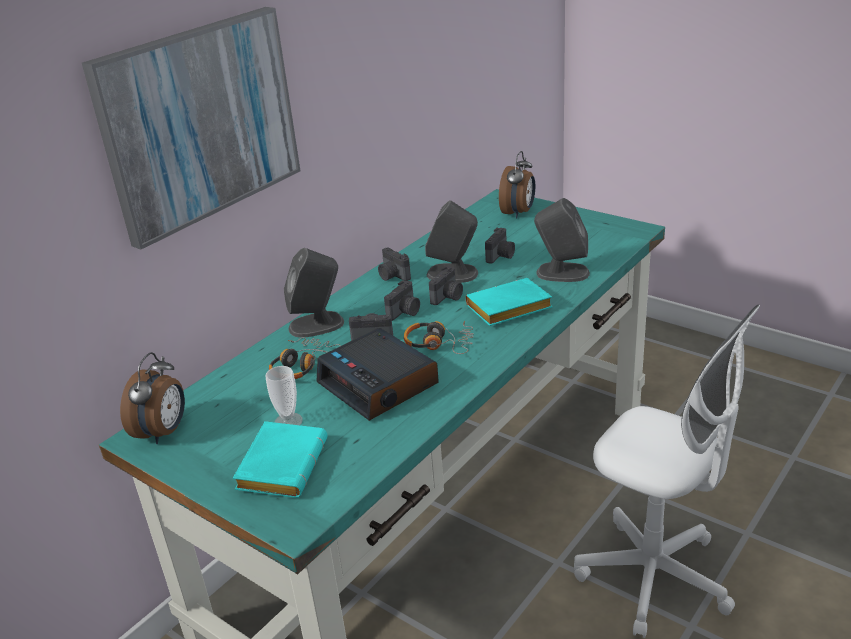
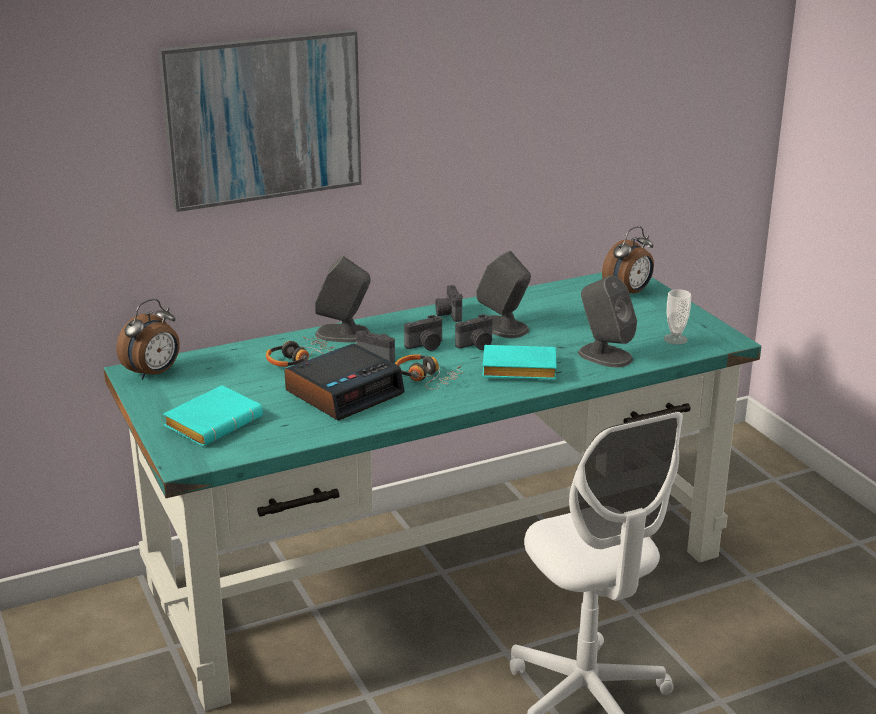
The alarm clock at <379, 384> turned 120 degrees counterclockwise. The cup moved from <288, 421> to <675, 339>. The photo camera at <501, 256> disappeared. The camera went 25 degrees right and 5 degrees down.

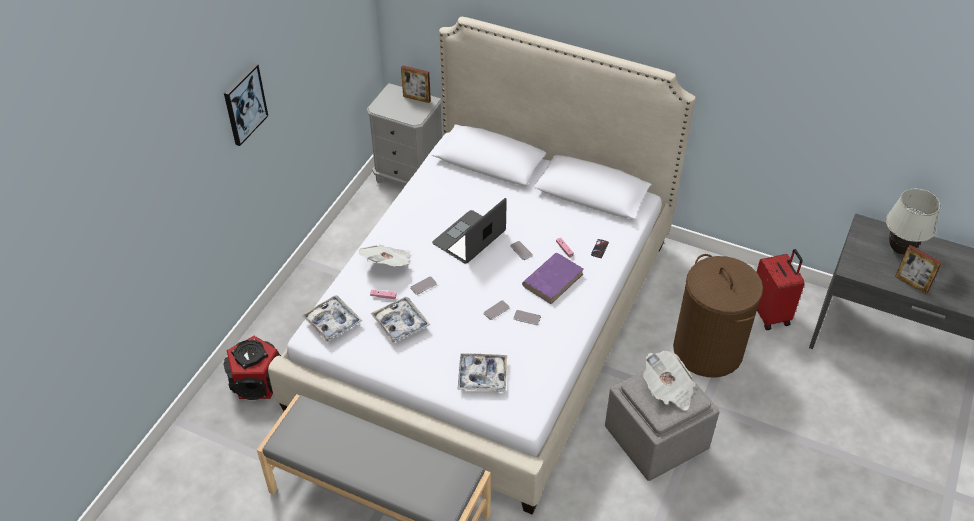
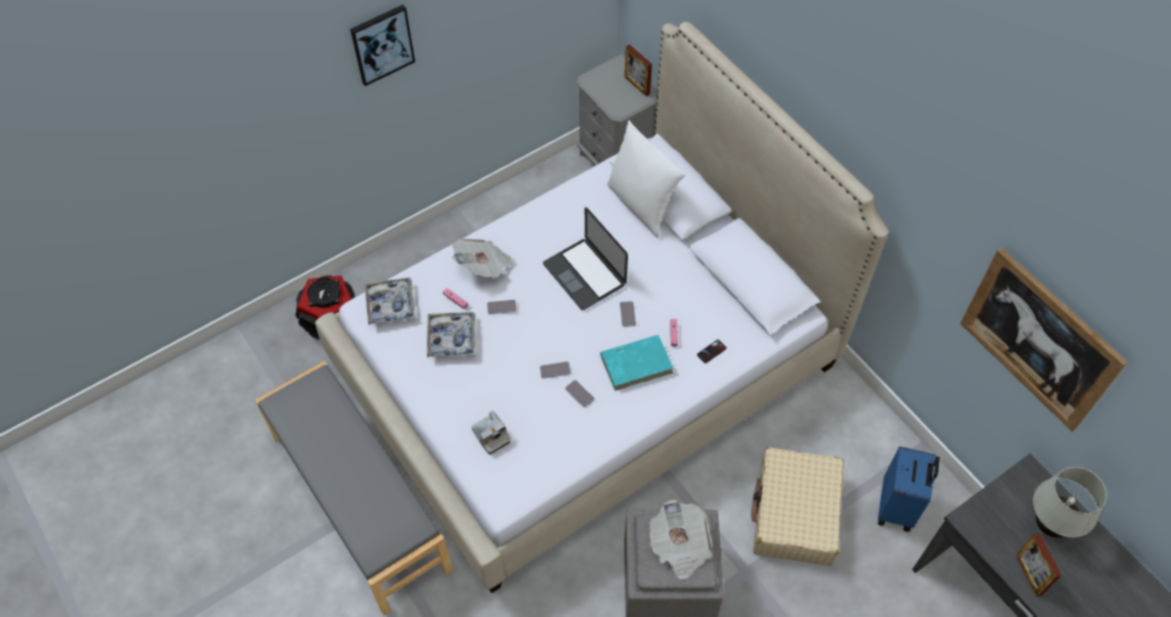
The tray at <482, 376> was replaced by the photo camera at <491, 436>. The laptop at <469, 237> turned 105 degrees counterclockwise. The book/purple at <553, 279> became the book/turquoise at <637, 364>. The pillow/white at <641, 205> appeared. The laundry basket/brown at <708, 350> was replaced by the suitcase/beige at <795, 514>. The suitcase/red at <770, 314> became the suitcase/blue at <897, 507>. The picture at <1039, 340> appeared. The camera went 30 degrees right and 10 degrees up.

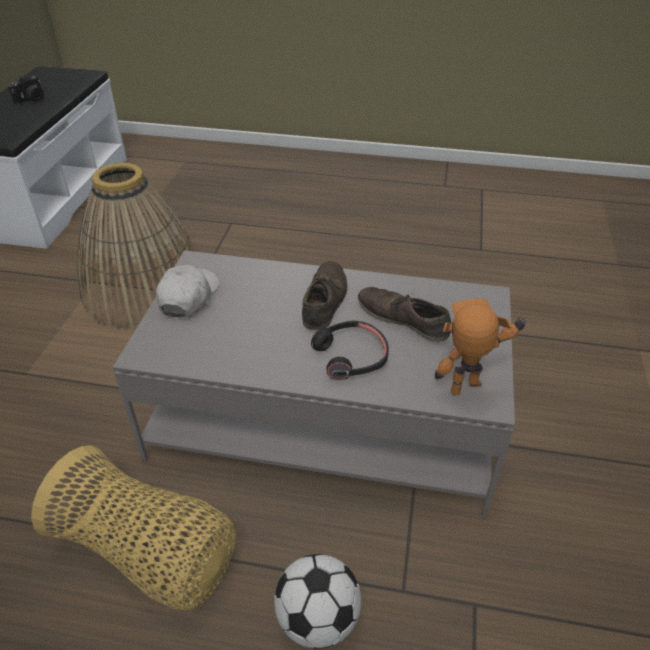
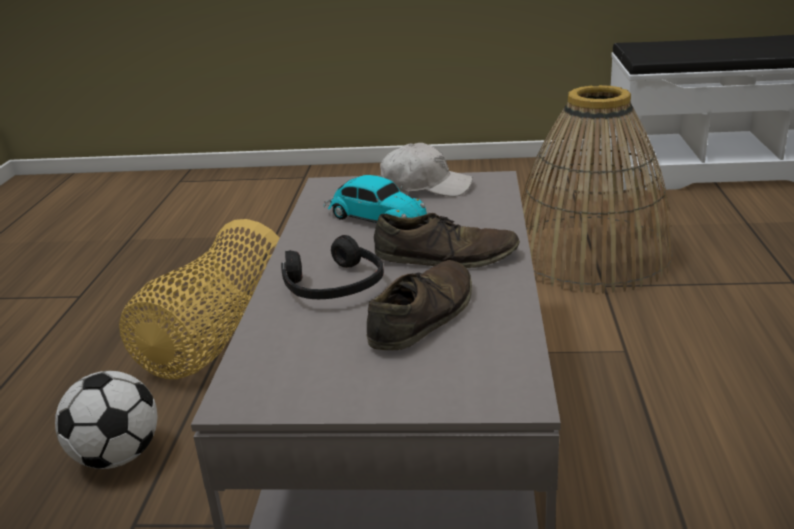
The toy car at <374, 218> appeared. The photo camera at <32, 100> disappeared. The toy robot at <469, 392> disappeared. The camera went 85 degrees right and 15 degrees down.

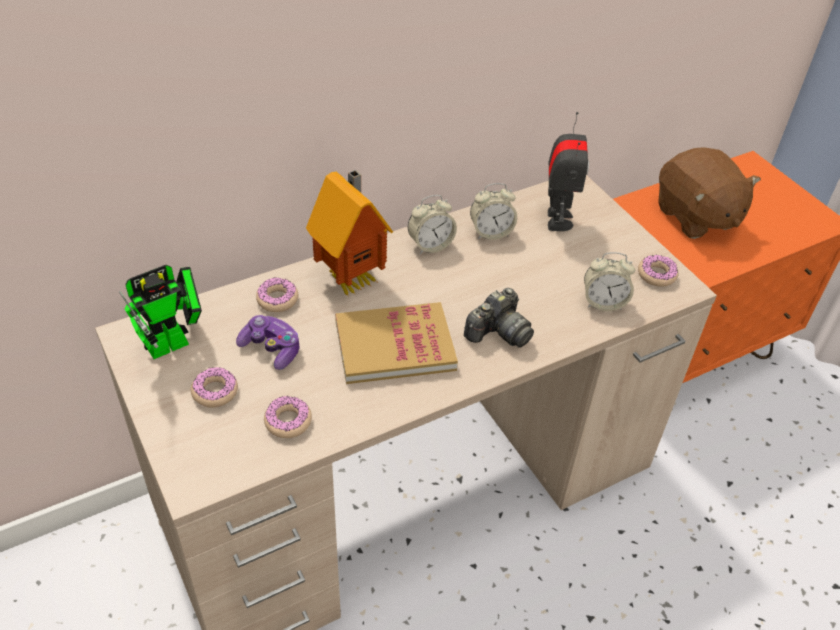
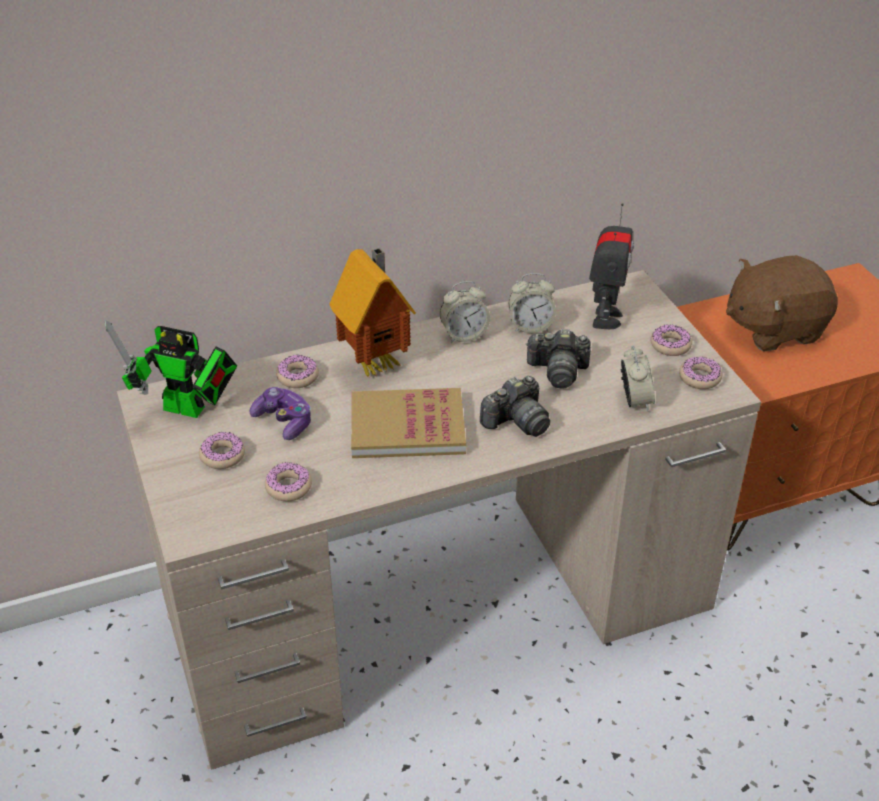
The toy robot at <174, 343> turned 45 degrees clockwise. The photo camera at <558, 371> appeared. The alarm clock at <603, 302> turned 105 degrees counterclockwise. The donut at <670, 345> appeared. The plush toy/brown at <696, 217> turned 90 degrees clockwise. The camera went 10 degrees right and 5 degrees down.

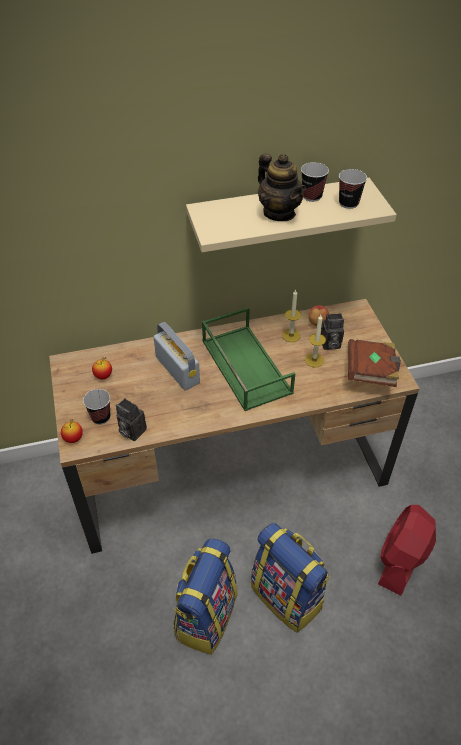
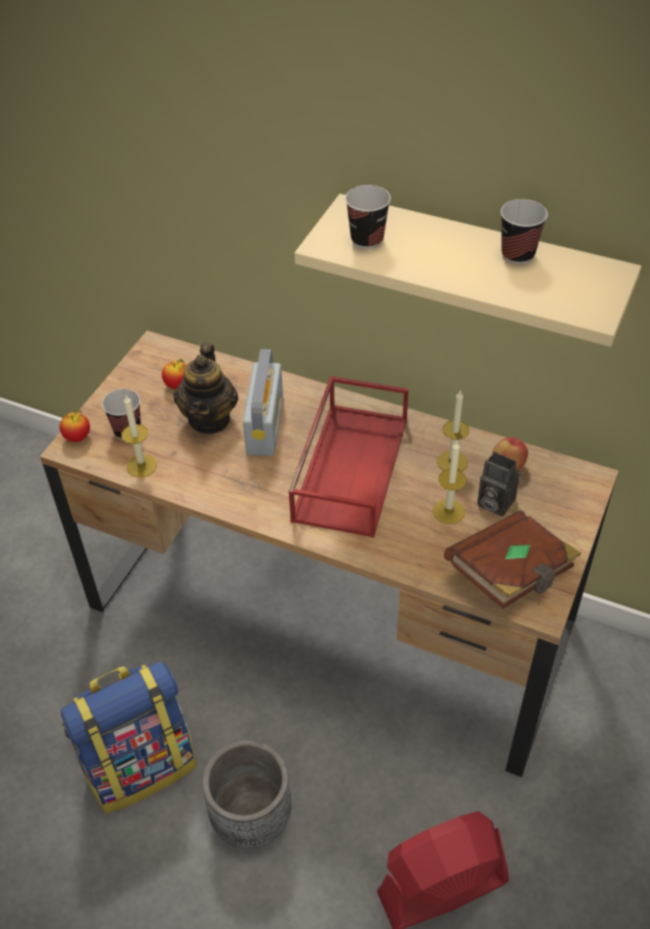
The photo camera at <131, 431> was replaced by the candle at <141, 466>. The teapot moved from <279, 213> to <210, 419>. The backpack at <287, 596> was replaced by the planter/grey at <252, 817>. The tray/green at <244, 366> became the tray/red at <349, 467>. The cup moved from <348, 203> to <367, 240>. The camera went 40 degrees right and 0 degrees up.

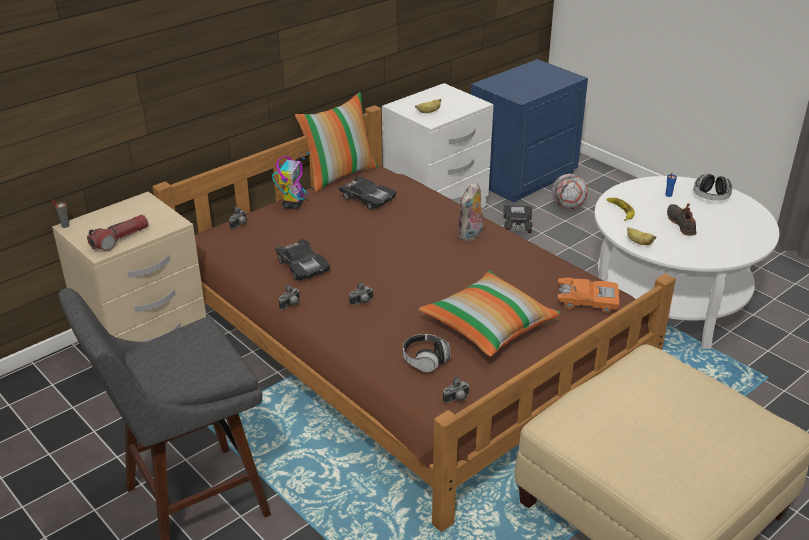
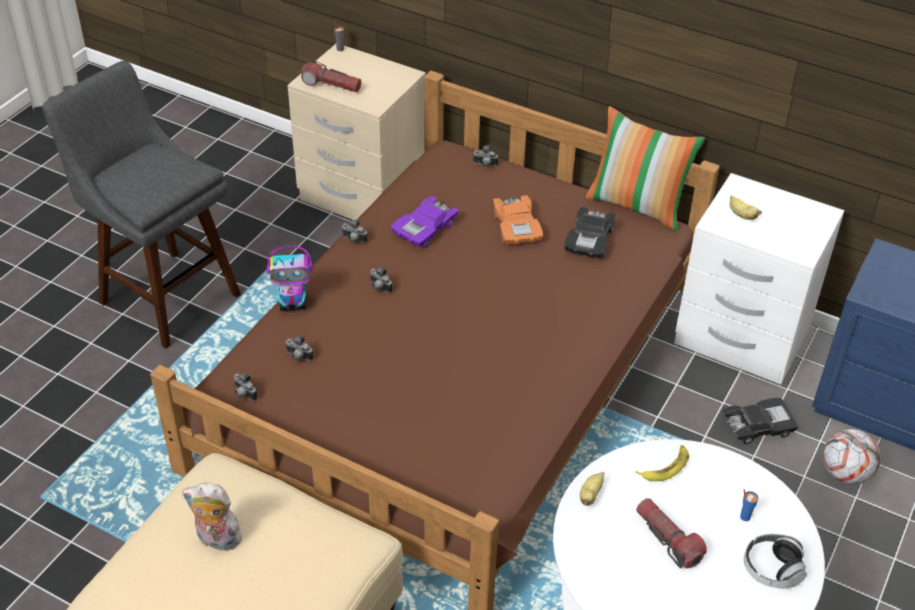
The plush toy moved from <471, 235> to <216, 540>. The toy robot moved from <293, 204> to <293, 304>. The headphones at <425, 360> was replaced by the photo camera at <298, 357>. The toy car/black at <302, 266> became the toy car/purple at <425, 228>. The toy car/orange moved from <587, 300> to <516, 227>. The shoe/black at <682, 224> was replaced by the flashlight at <668, 539>. The pillow at <488, 326> disappeared. The camera went 70 degrees right and 10 degrees up.

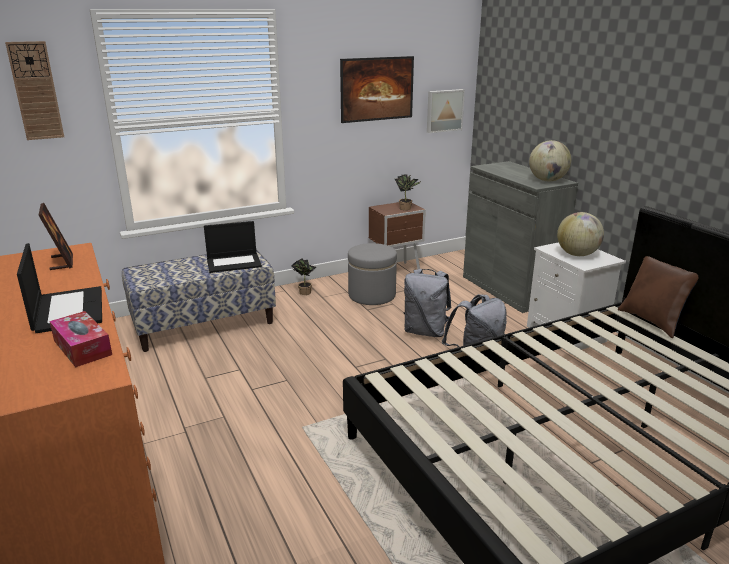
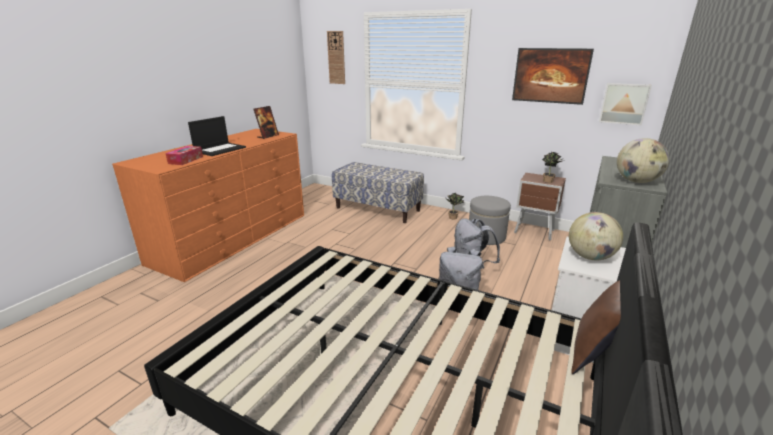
The laptop at <234, 263> disappeared. The camera went 55 degrees right and 0 degrees up.

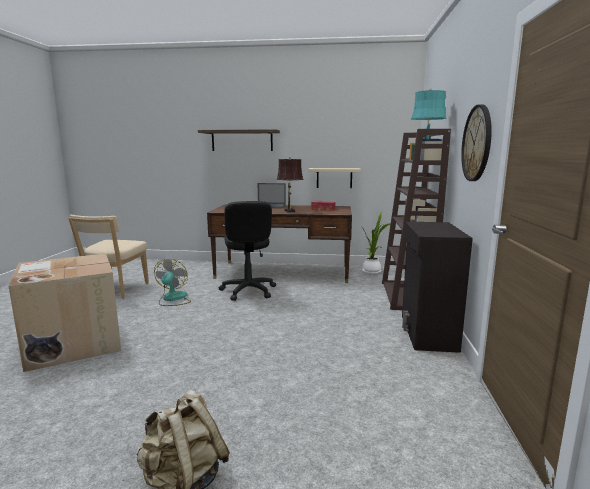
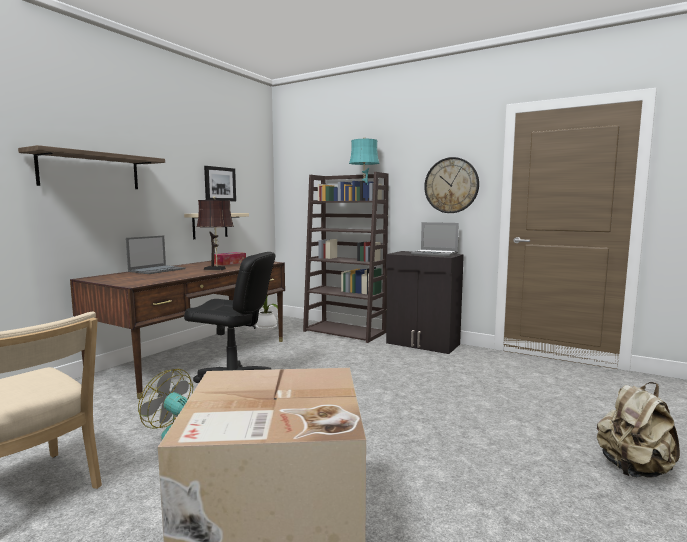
The picture at <219, 184> appeared. The laptop at <435, 254> appeared. The camera went 65 degrees left and 5 degrees down.

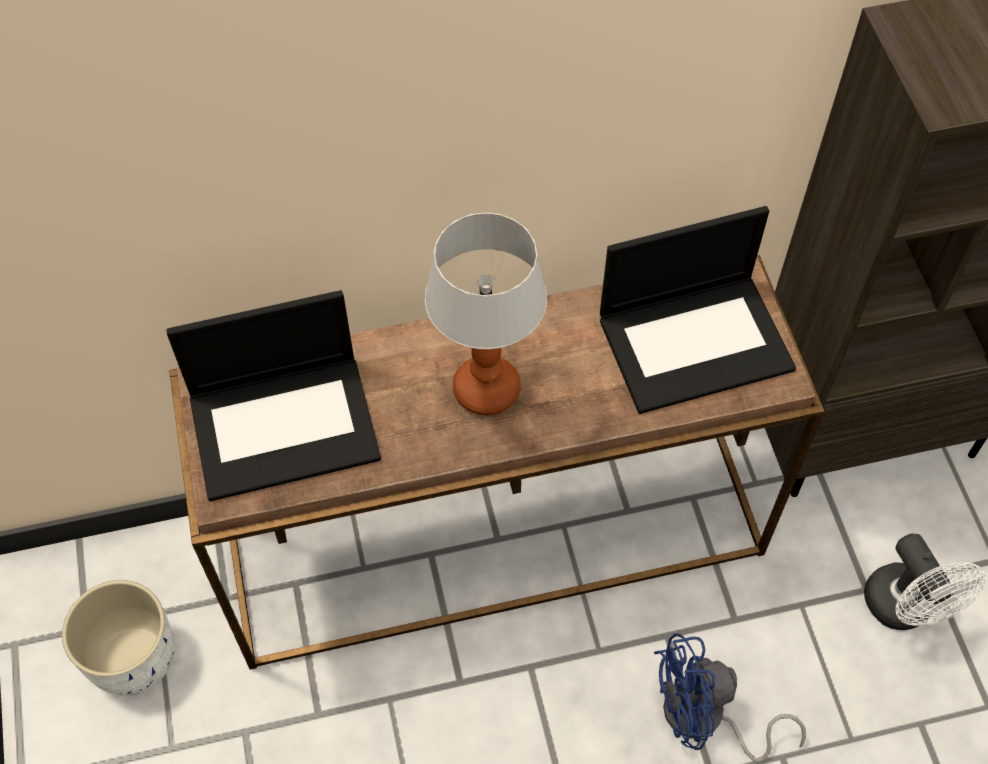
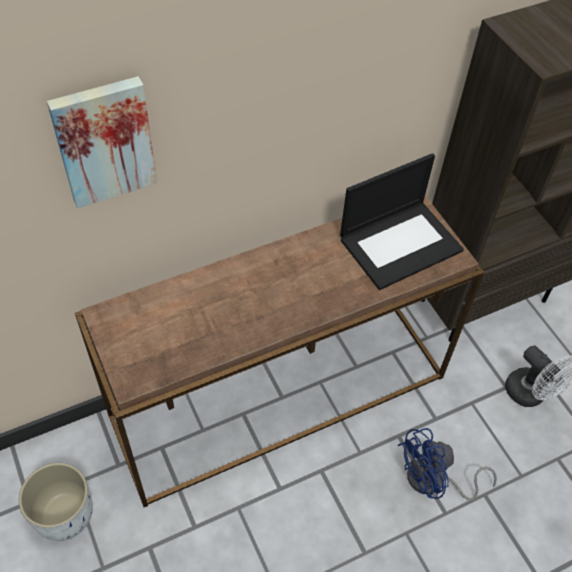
The picture at <104, 141> appeared. The laptop at <286, 425> disappeared. The table lamp at <485, 390> disappeared. The camera went 15 degrees left and 5 degrees down.

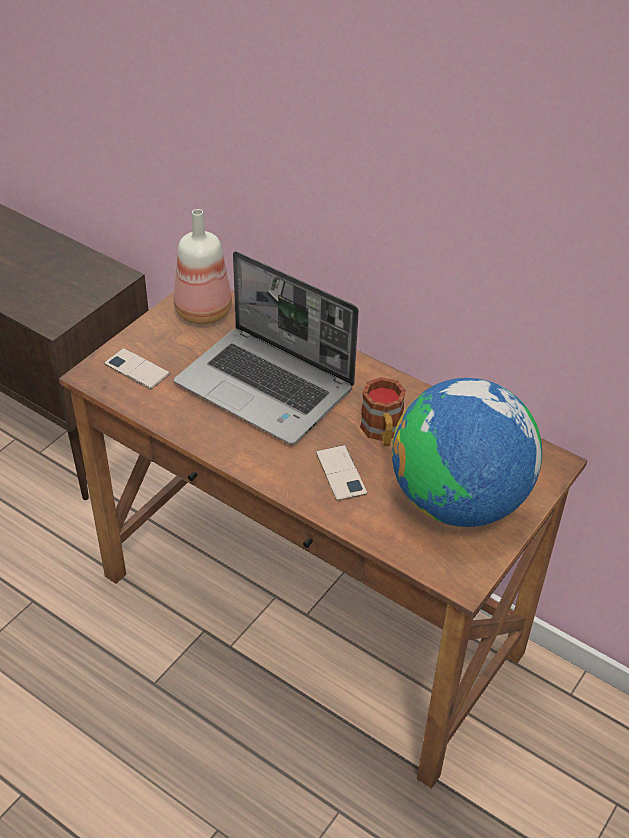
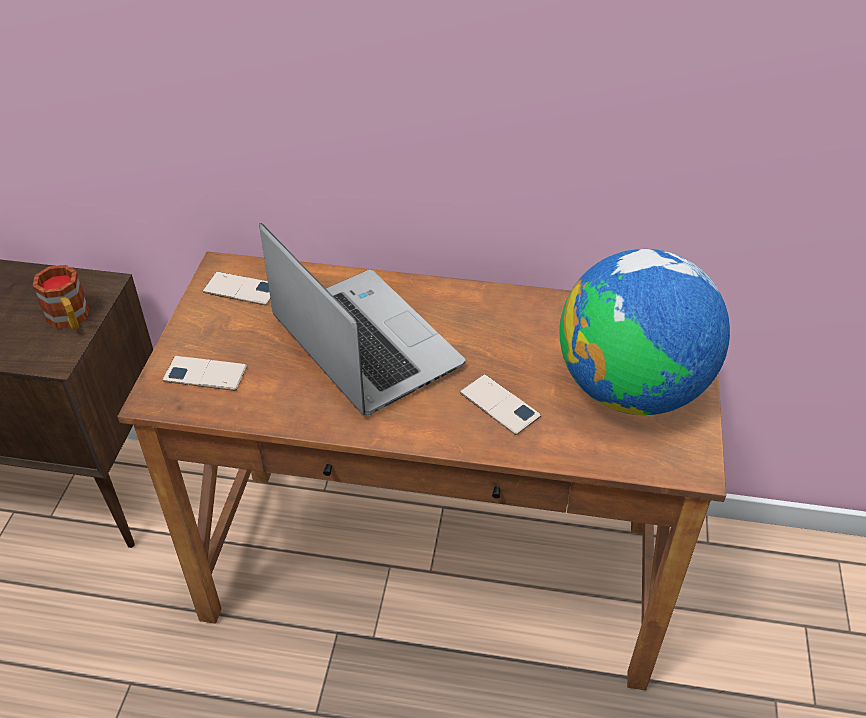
The mug moved from <382, 433> to <70, 320>. The bottle at <203, 313> was replaced by the phone at <241, 289>. The laptop at <267, 387> turned 135 degrees counterclockwise. The camera went 25 degrees left and 0 degrees up.

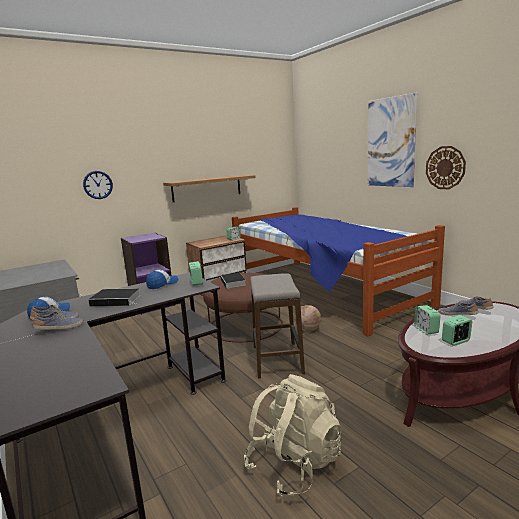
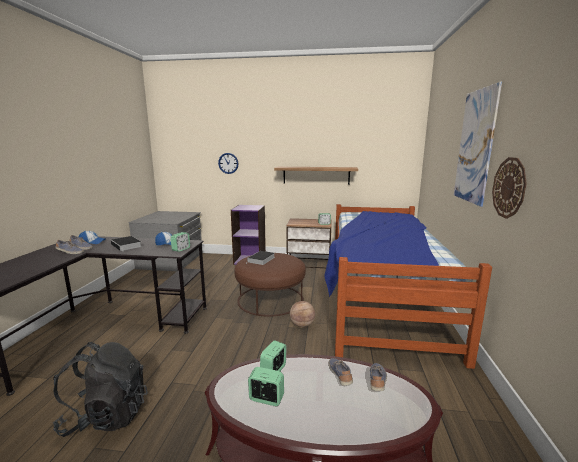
The backpack/beige at <294, 464> became the backpack/black at <106, 415>. The stool at <277, 360> disappeared. The camera went 40 degrees right and 0 degrees up.

